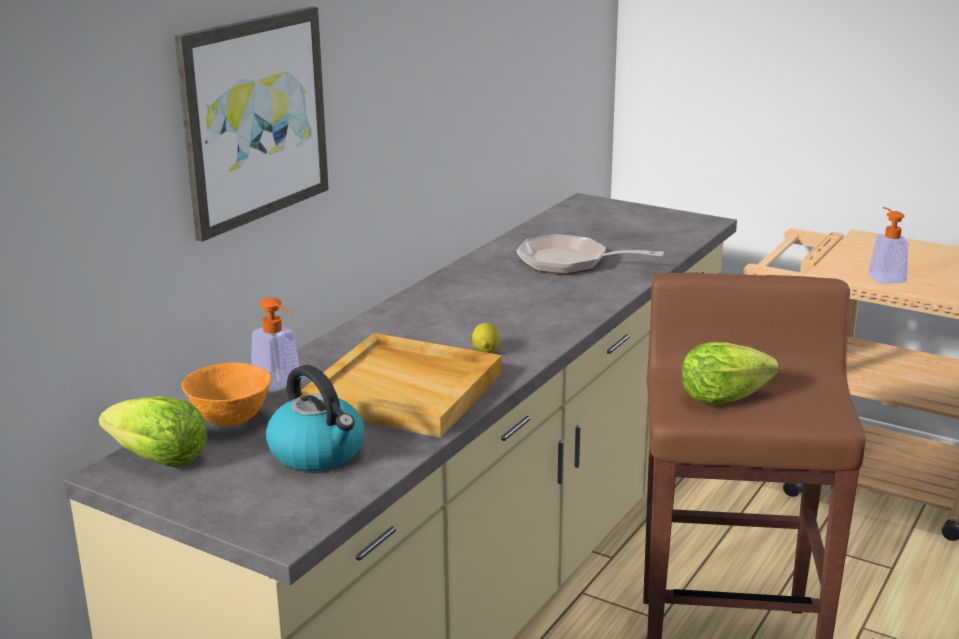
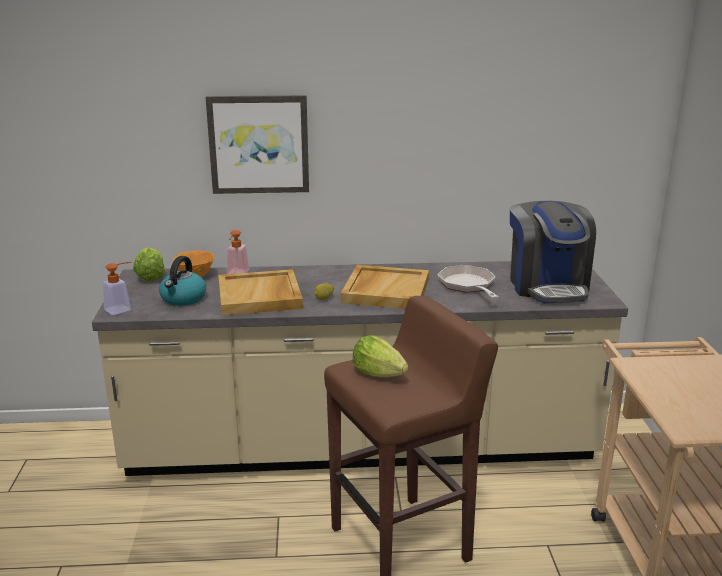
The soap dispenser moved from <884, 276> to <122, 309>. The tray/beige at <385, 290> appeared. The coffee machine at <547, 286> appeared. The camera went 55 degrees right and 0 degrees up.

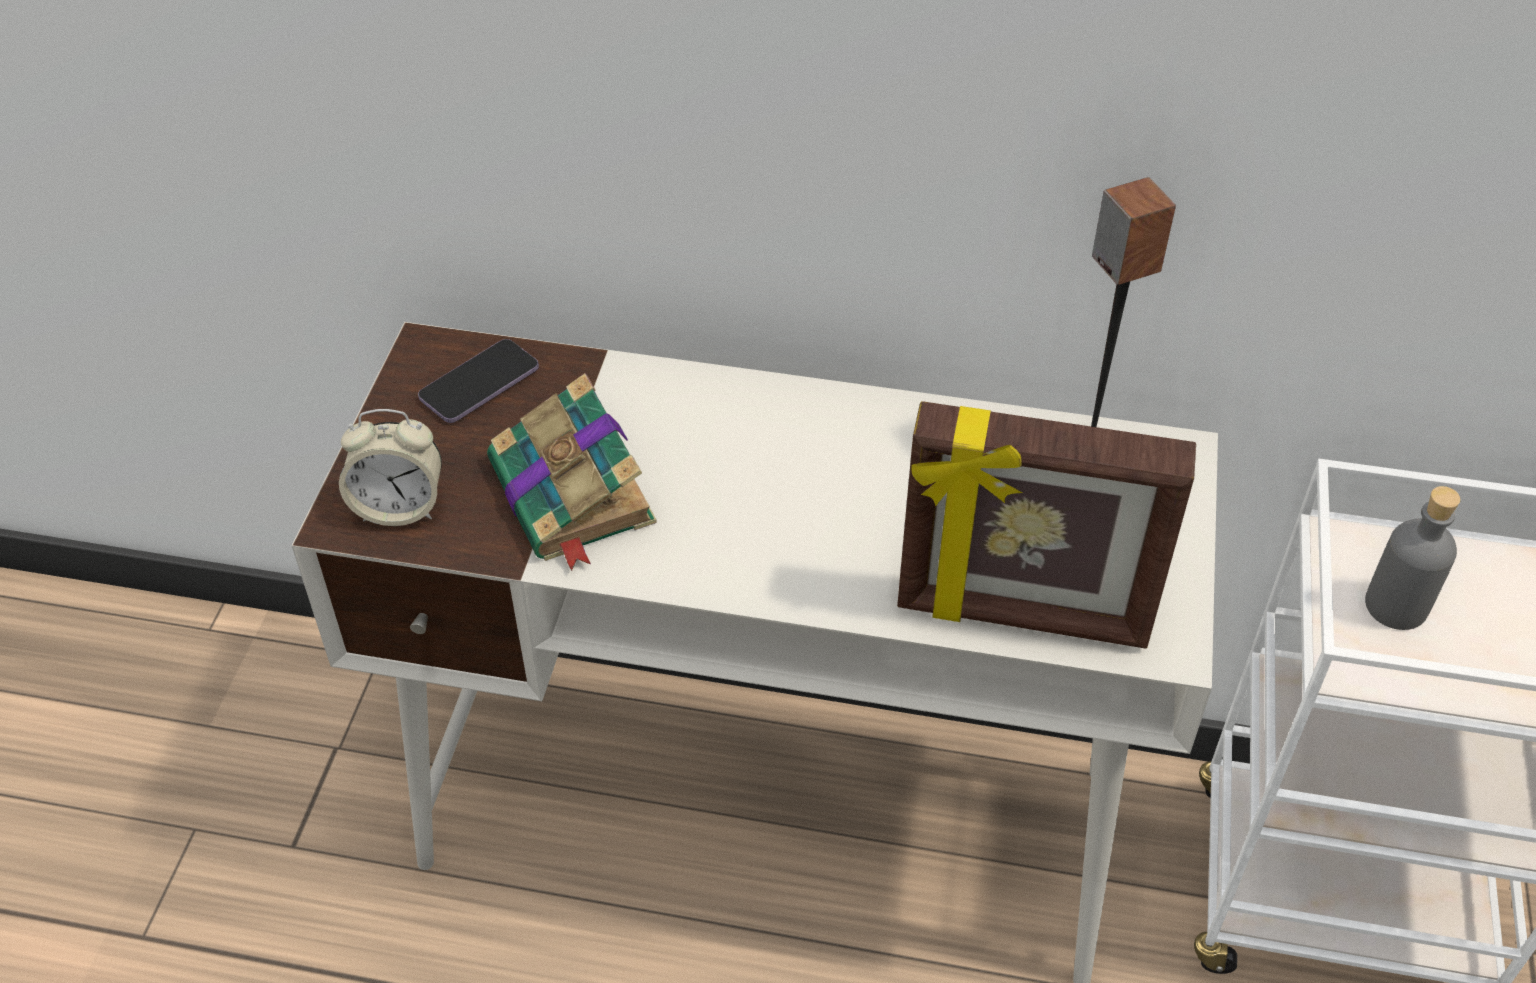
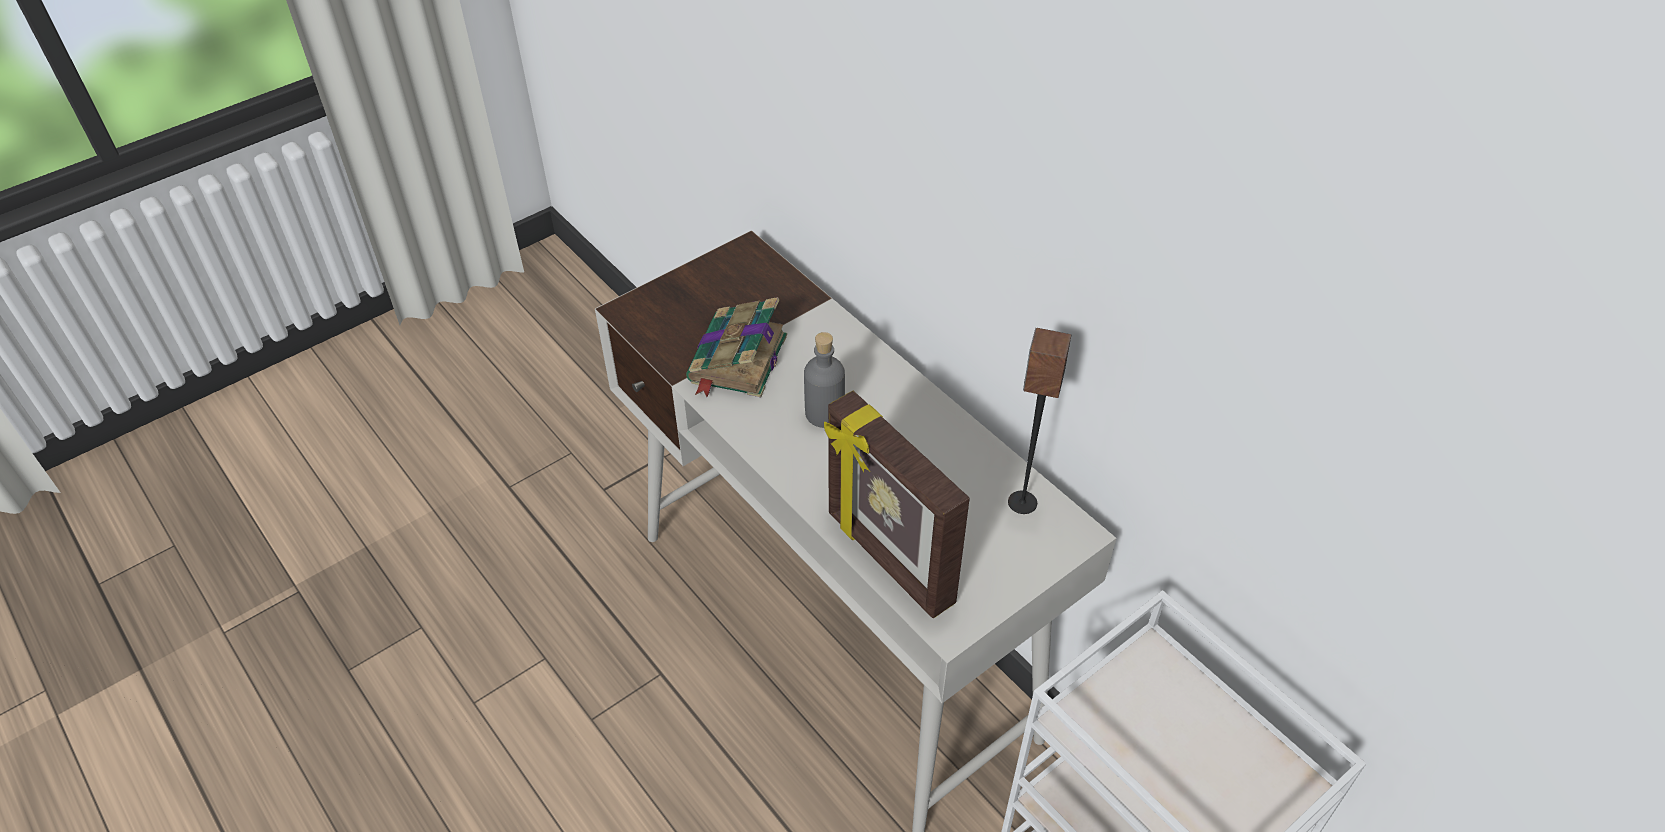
The bottle/grey moved from <1396, 606> to <824, 413>. The alarm clock at <399, 507> disappeared. The phone at <479, 384> disappeared. The camera went 40 degrees right and 0 degrees up.

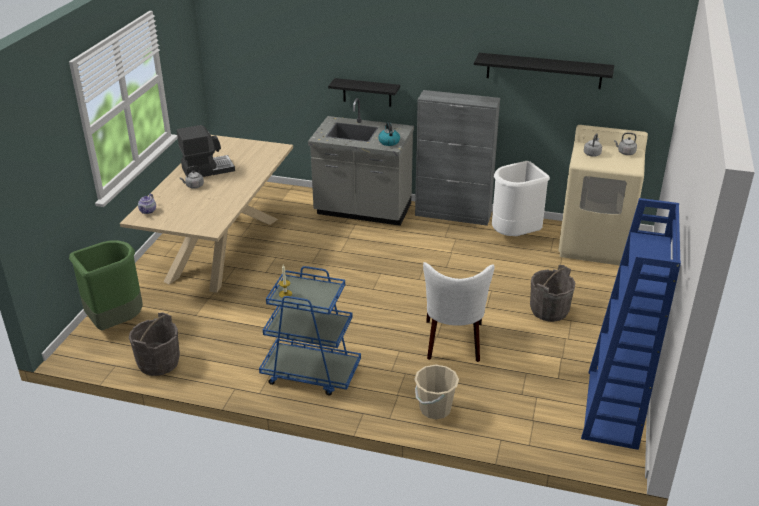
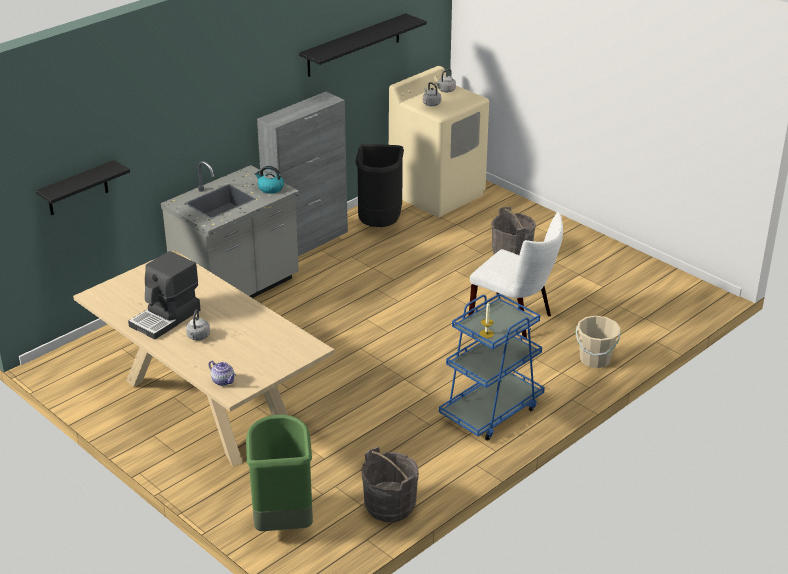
The shelf/black moved from <367, 92> to <77, 189>. The coffee machine at <207, 169> turned 150 degrees counterclockwise. The trash can/white at <515, 235> became the trash can/black at <380, 224>. The bookcase/blue at <613, 409> disappeared. The camera went 60 degrees left and 0 degrees up.

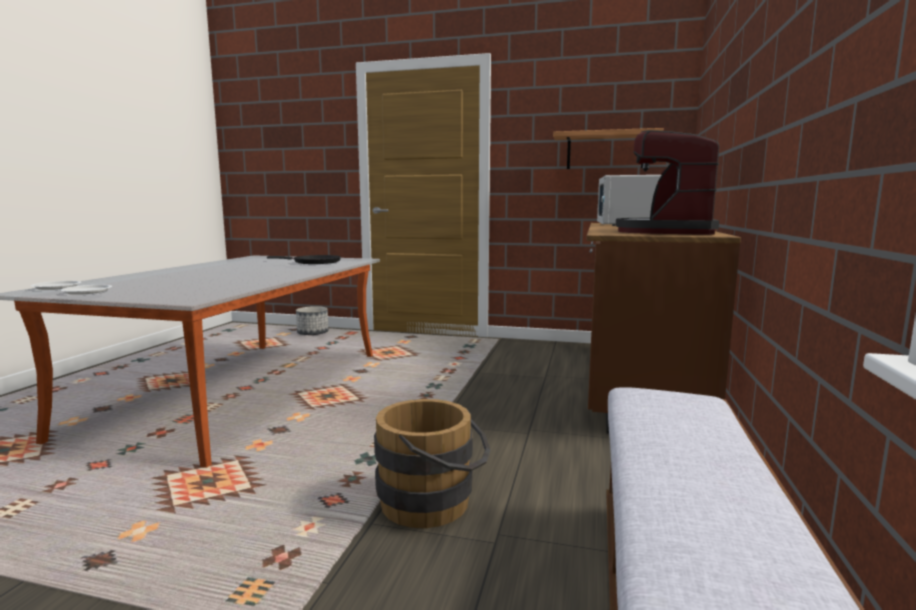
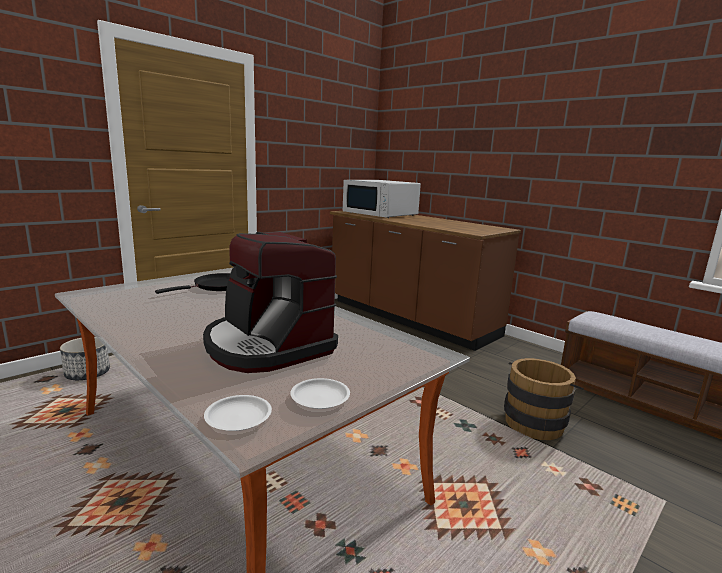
The coffee machine moved from <666, 232> to <267, 345>. The shelf at <605, 151> disappeared. The camera went 60 degrees left and 5 degrees up.

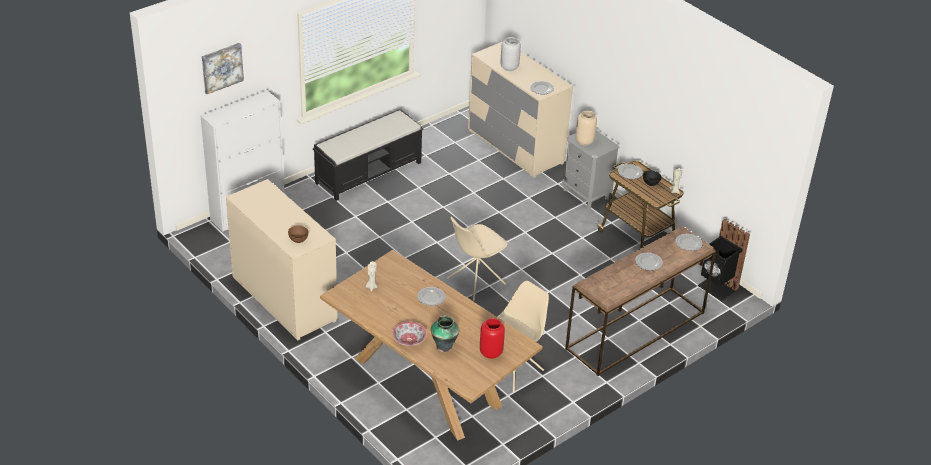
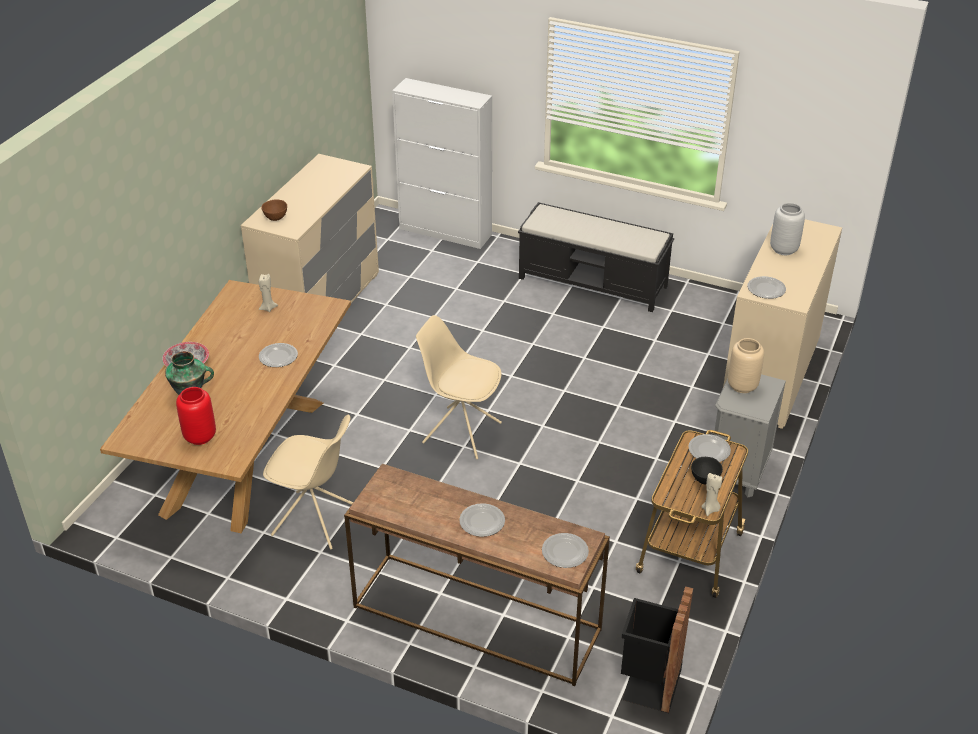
The picture at <222, 67> disappeared. The camera went 65 degrees right and 0 degrees up.

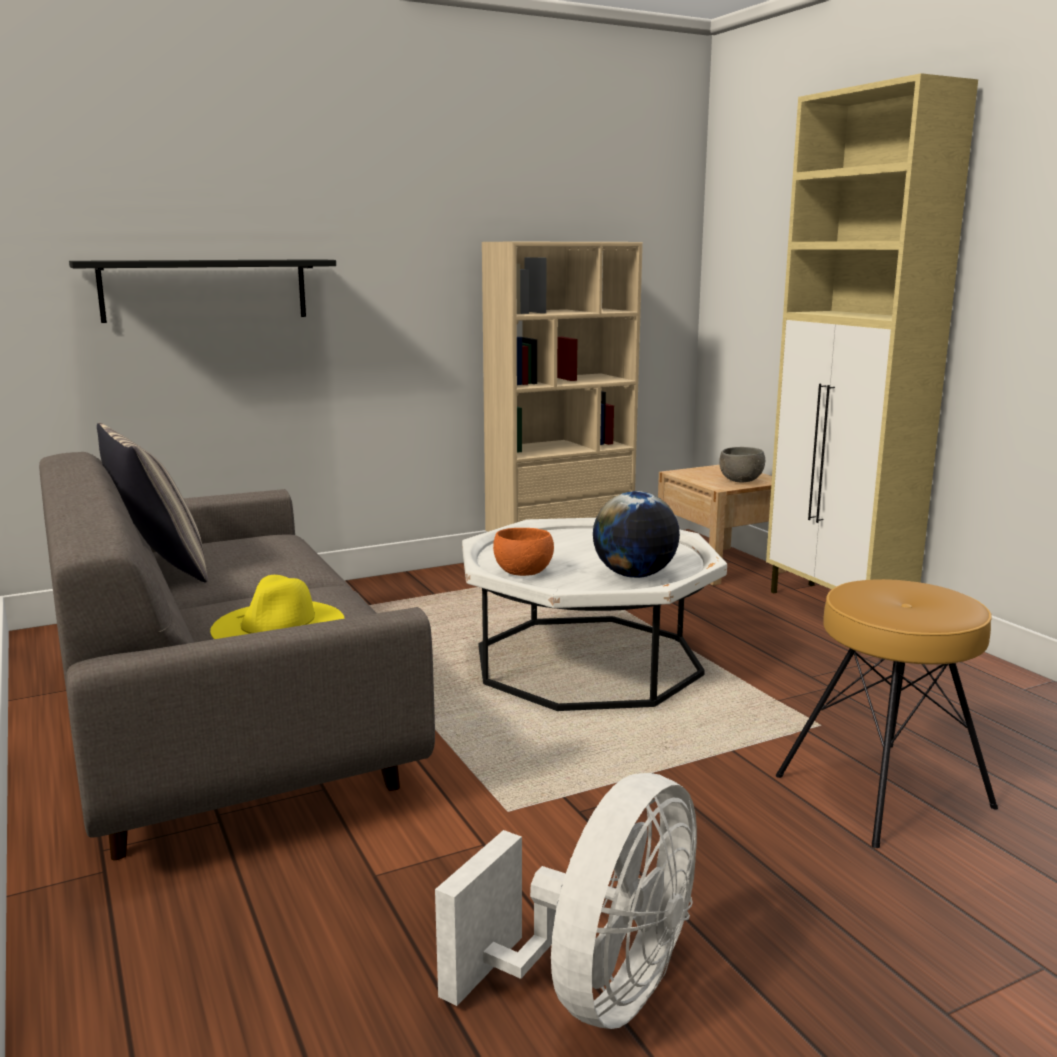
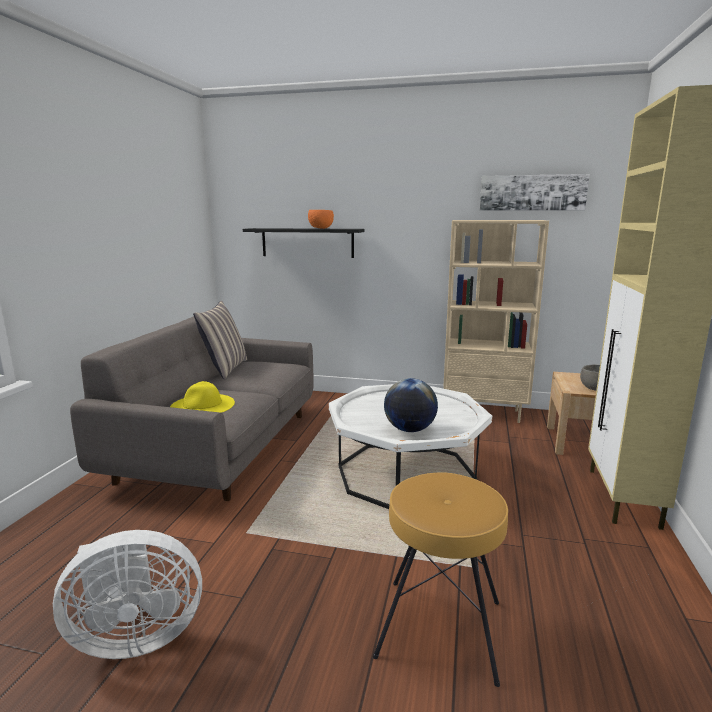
The bowl/orange moved from <524, 573> to <321, 228>. The picture at <532, 193> appeared. The camera went 40 degrees right and 0 degrees up.

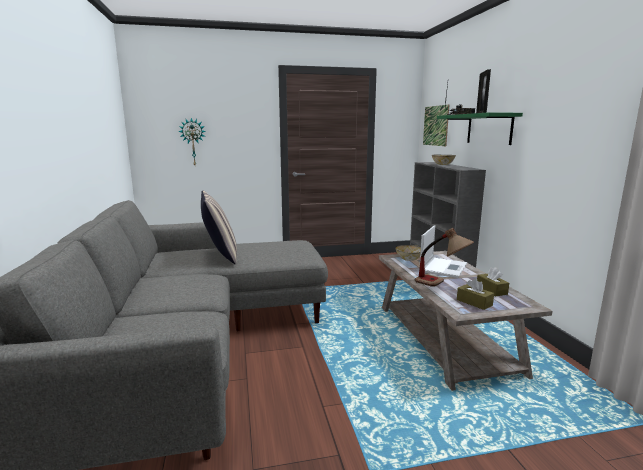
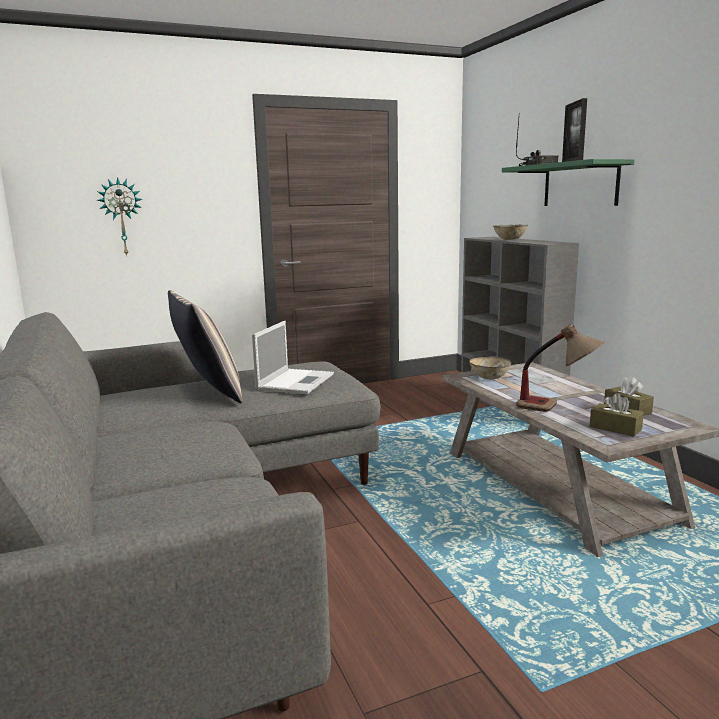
The laptop moved from <443, 267> to <296, 381>. The picture at <435, 125> disappeared. The camera went 10 degrees left and 0 degrees up.

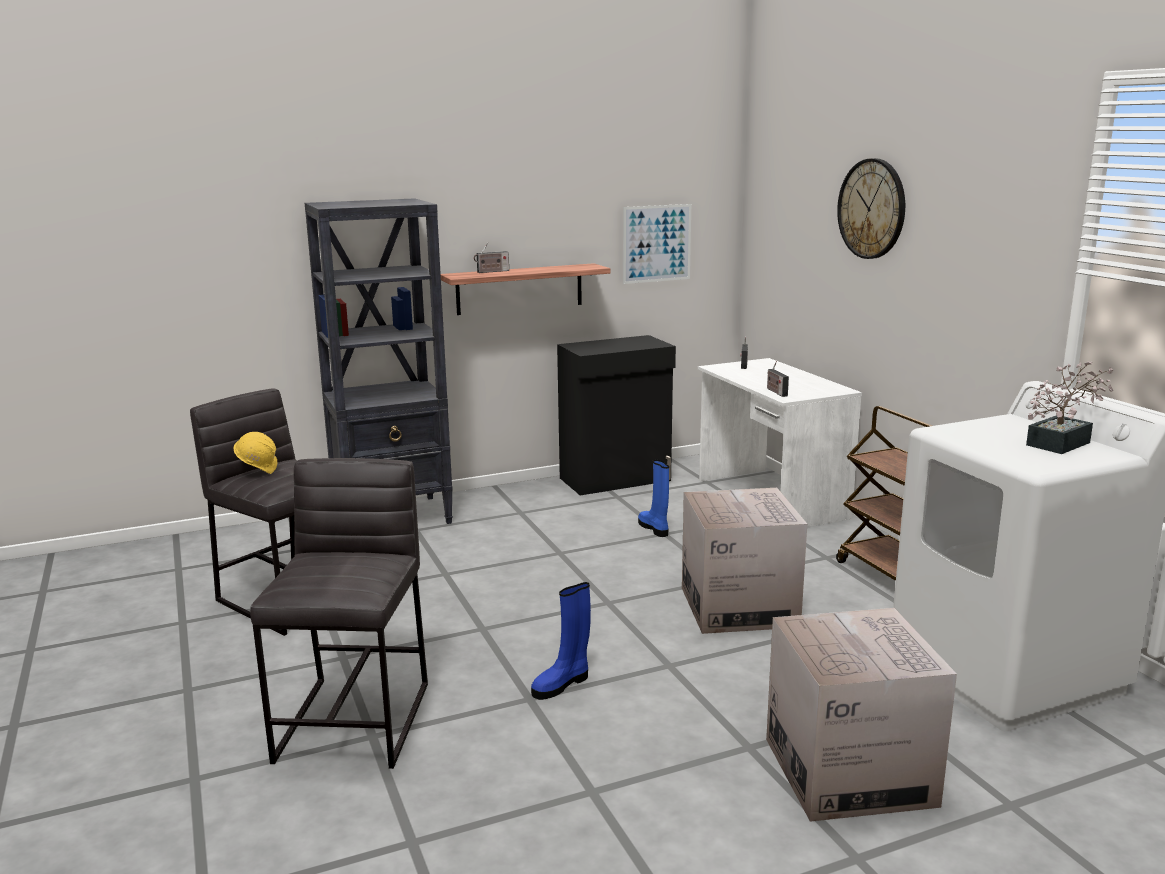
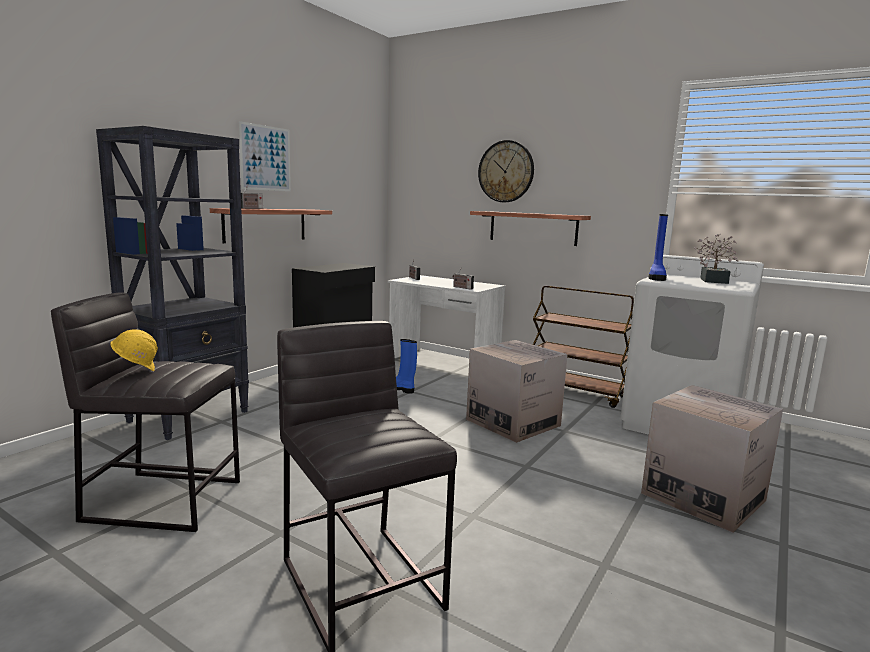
The picture moved from <657, 243> to <265, 158>. The shelf at <533, 228> appeared. The boot/blue moved from <562, 684> to <656, 278>. The camera went 35 degrees left and 5 degrees down.

